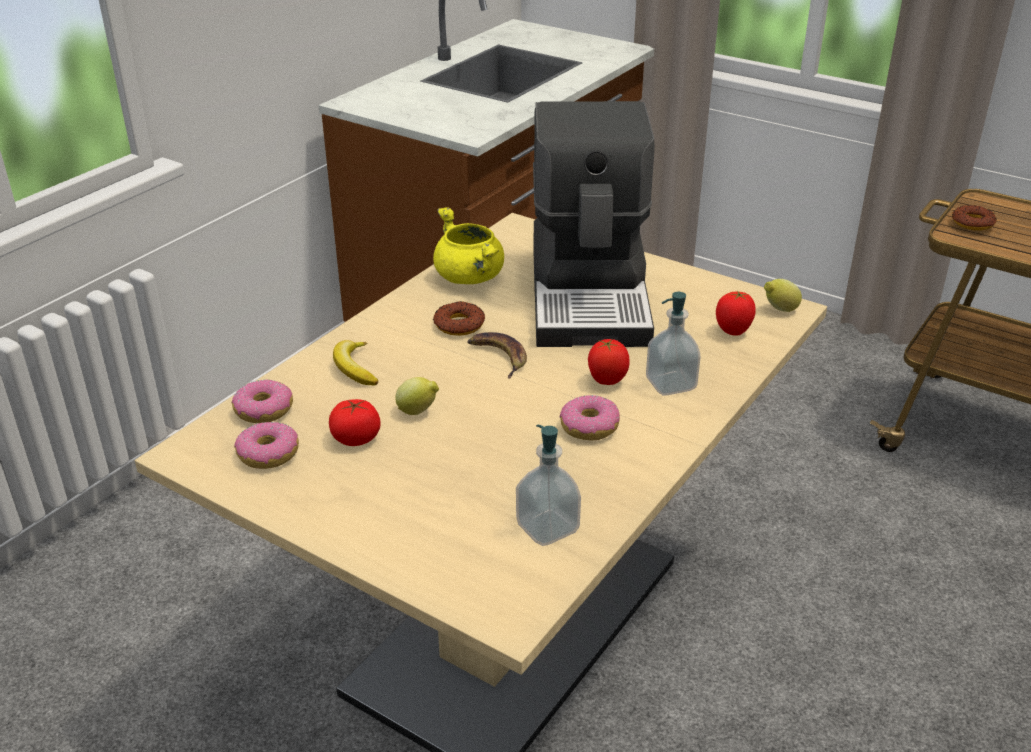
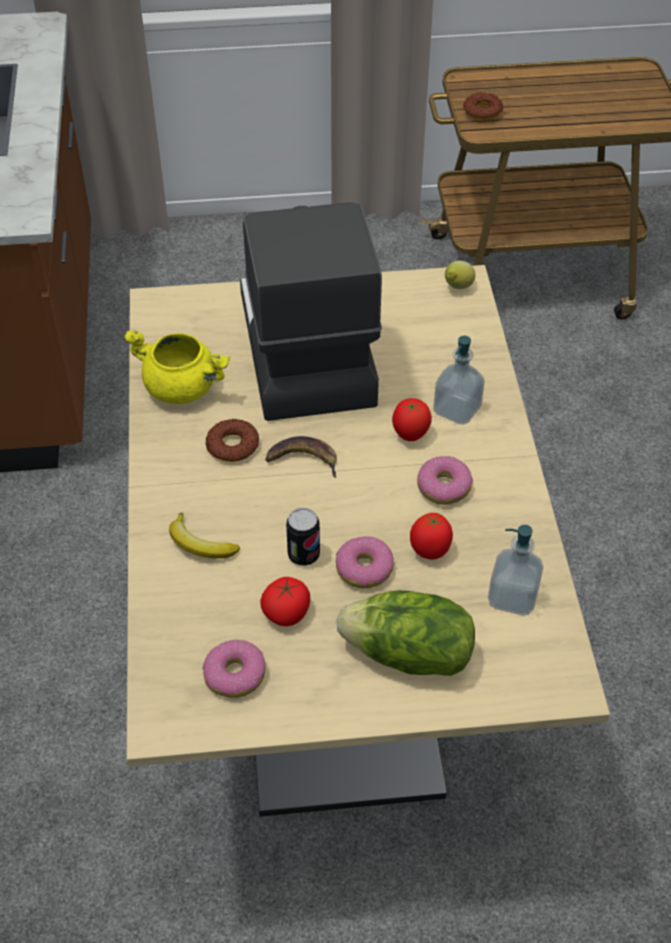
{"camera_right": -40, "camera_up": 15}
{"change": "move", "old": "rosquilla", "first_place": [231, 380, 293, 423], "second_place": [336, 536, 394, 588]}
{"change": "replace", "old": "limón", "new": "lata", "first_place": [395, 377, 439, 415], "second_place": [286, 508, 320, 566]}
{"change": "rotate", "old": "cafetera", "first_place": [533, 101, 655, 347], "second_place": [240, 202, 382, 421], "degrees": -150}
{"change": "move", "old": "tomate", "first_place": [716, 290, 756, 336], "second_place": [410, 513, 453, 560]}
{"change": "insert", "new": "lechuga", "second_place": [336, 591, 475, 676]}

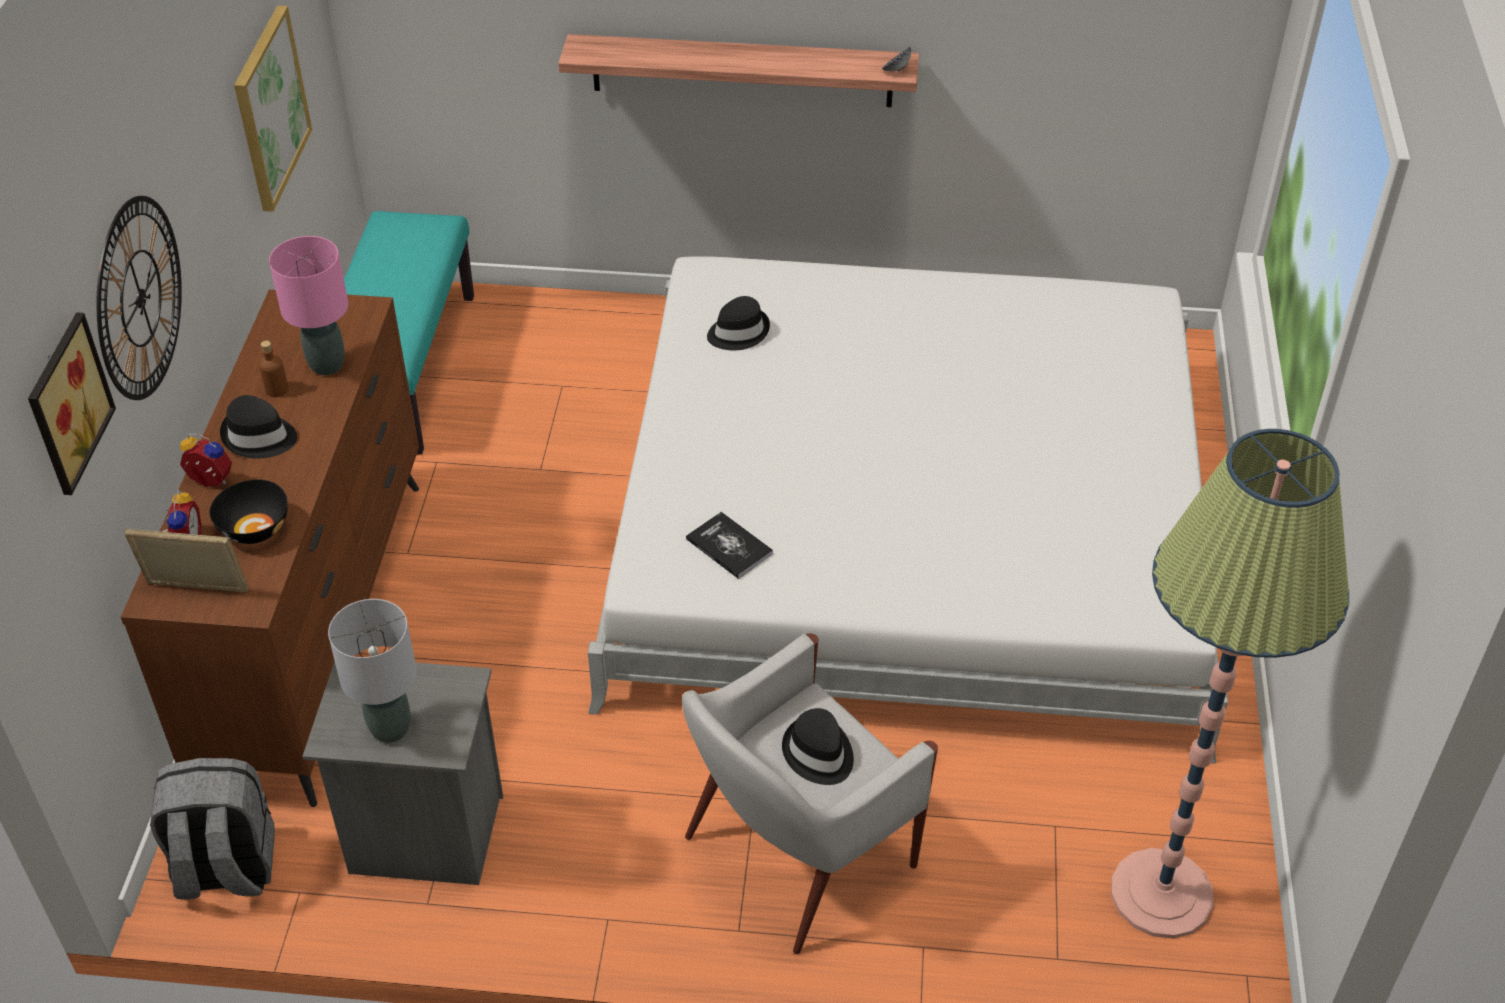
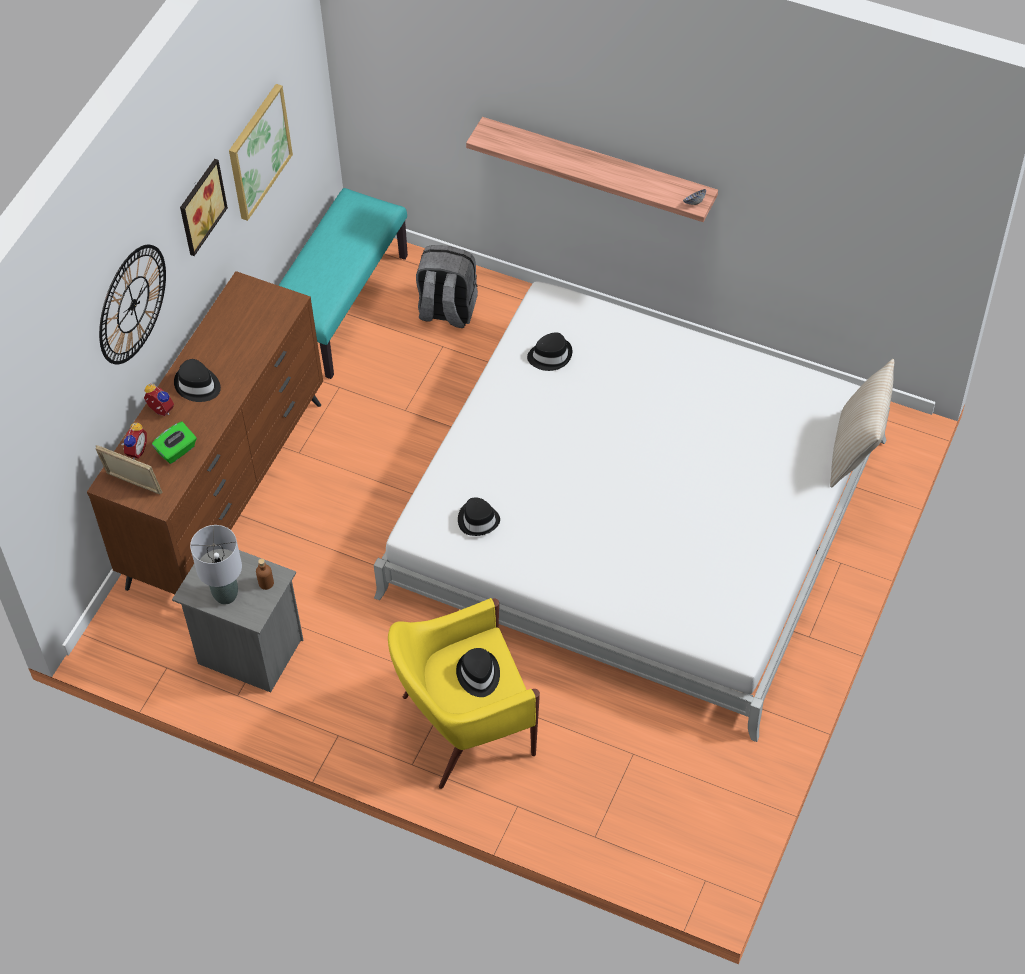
{"camera_right": 20, "camera_up": 10}
{"change": "move", "old": "cuadro", "first_place": [28, 312, 116, 495], "second_place": [180, 159, 228, 256]}
{"change": "move", "old": "mochila (gris)", "first_place": [150, 758, 275, 899], "second_place": [416, 245, 478, 328]}
{"change": "replace", "old": "cuenco (negro)", "new": "caja de pañuelos (verde)", "first_place": [210, 480, 288, 544], "second_place": [152, 422, 197, 464]}
{"change": "move", "old": "botella (marrón)", "first_place": [259, 340, 289, 397], "second_place": [256, 559, 274, 590]}
{"change": "delete", "old": "lámpara de mesa (rosa)", "first_place": [269, 236, 348, 375]}
{"change": "recolor", "old": "sillón (blanco)", "new": "sillón (amarillo)", "first_place": [682, 633, 938, 954], "second_place": [388, 598, 540, 789]}
{"change": "replace", "old": "libro", "new": "sombrero (negro)", "first_place": [686, 512, 773, 579], "second_place": [458, 497, 500, 536]}
{"change": "delete", "old": "lámpara de pie", "first_place": [1111, 429, 1349, 939]}
{"change": "insert", "new": "cojín (beis)", "second_place": [830, 359, 894, 487]}

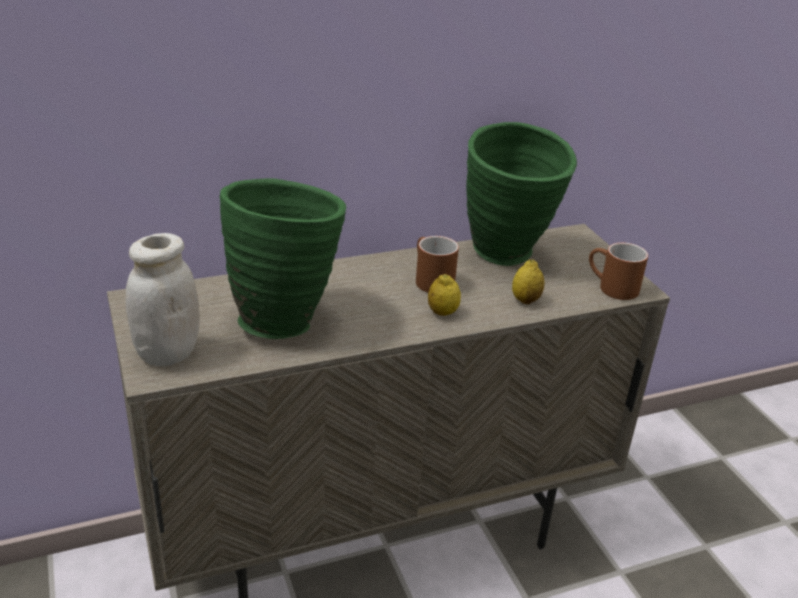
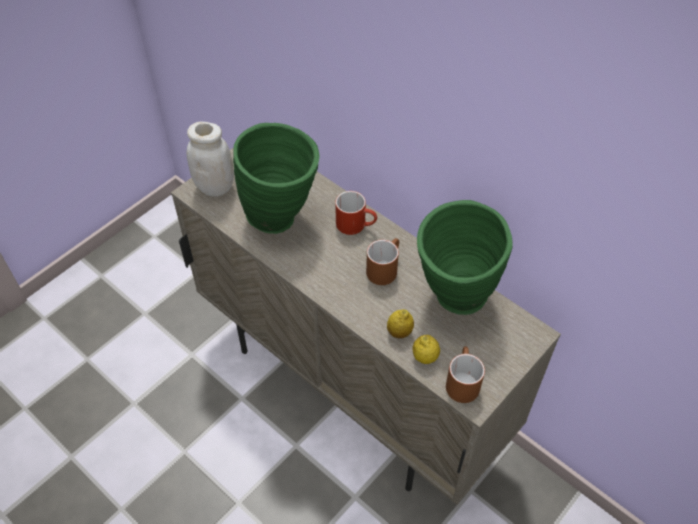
{"camera_right": 65, "camera_up": 20}
{"change": "move", "old": "limón", "first_place": [428, 274, 461, 316], "second_place": [413, 335, 440, 364]}
{"change": "insert", "new": "taza grande (rojo)", "second_place": [335, 191, 377, 235]}

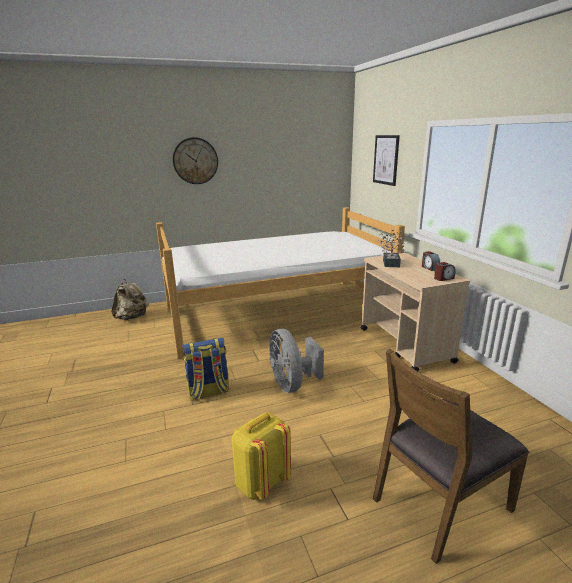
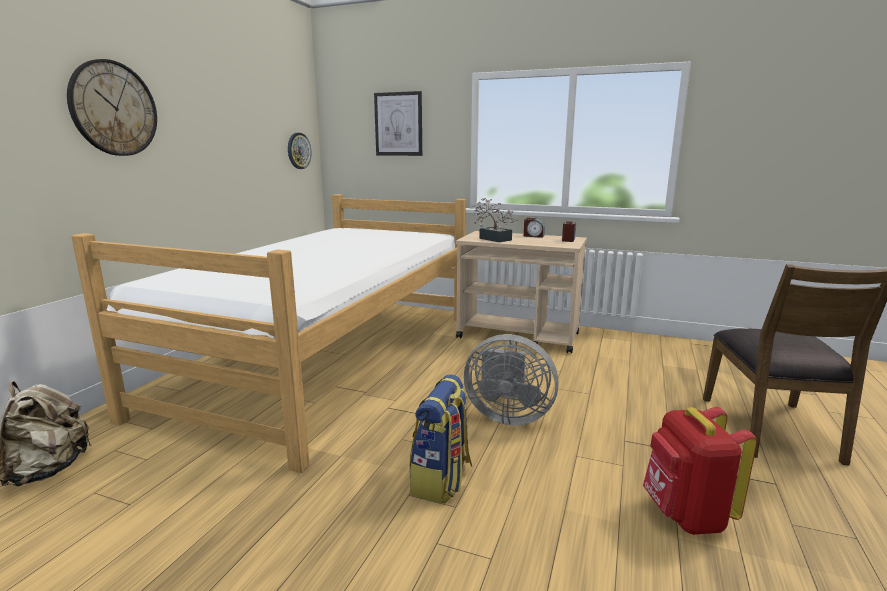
{"camera_right": -50, "camera_up": -5}
{"change": "recolor", "old": "mochila (amarillo)", "new": "mochila (rojo)", "first_place": [232, 412, 291, 500], "second_place": [643, 407, 757, 535]}
{"change": "insert", "new": "reloj de pared", "second_place": [288, 133, 312, 169]}

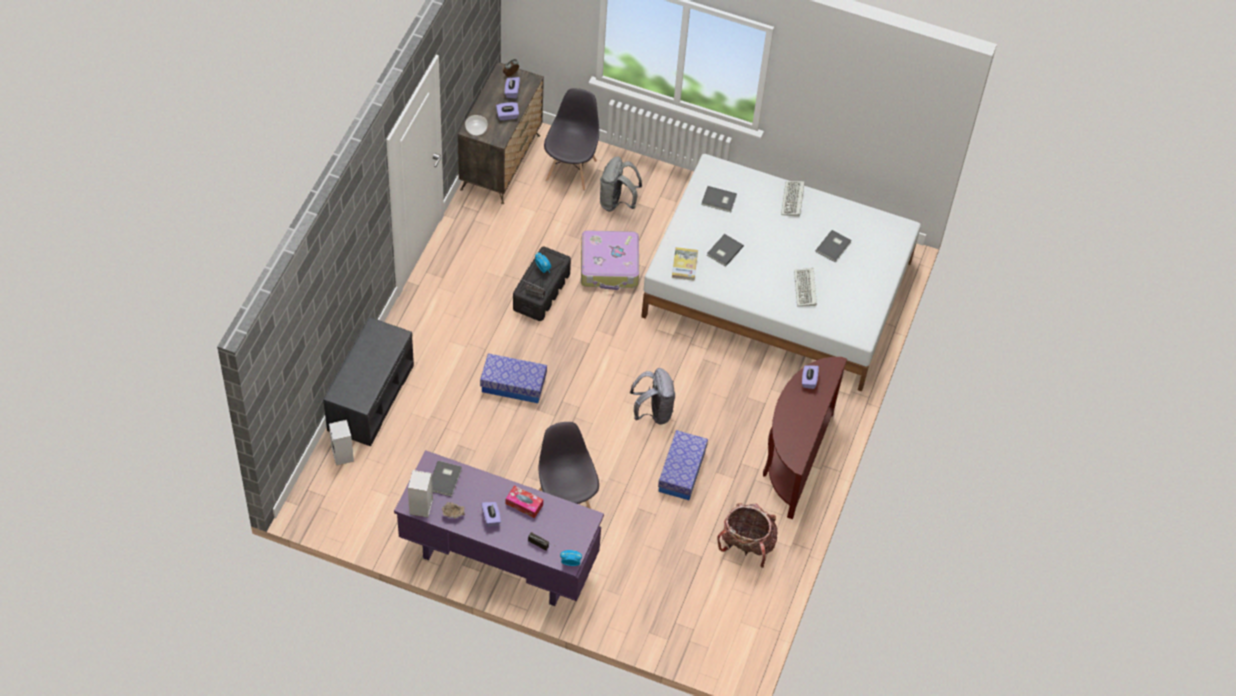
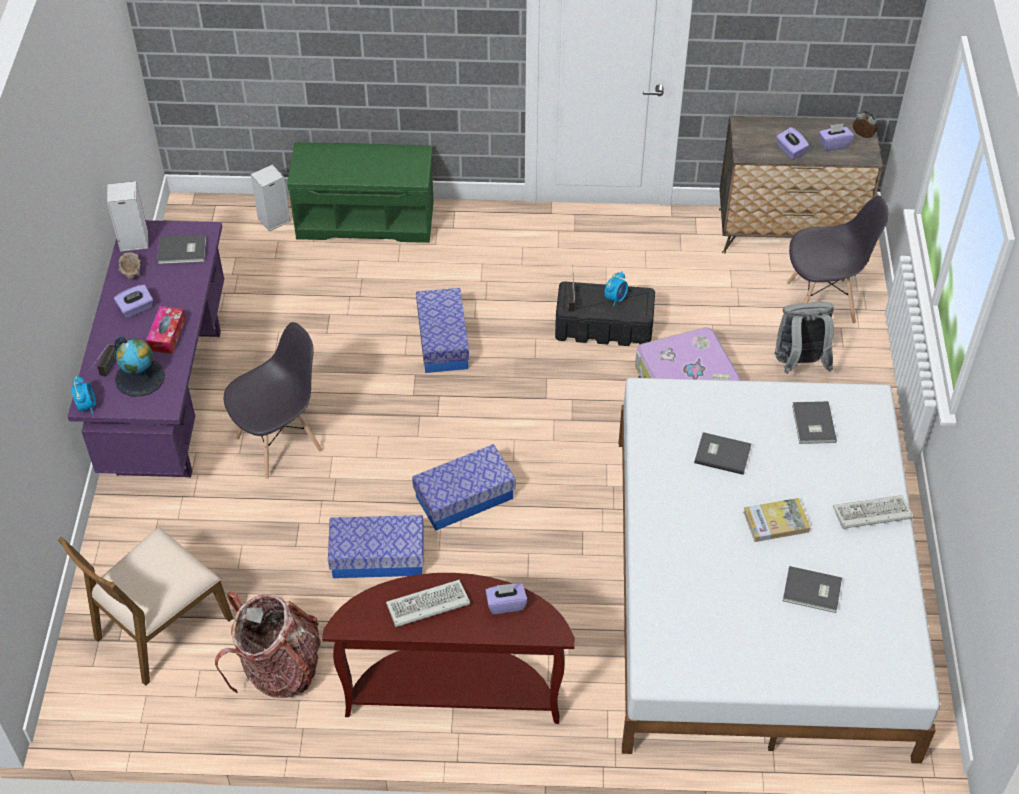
{"camera_right": 75, "camera_up": -5}
{"change": "recolor", "old": "banco (gris)", "new": "banco (verde)", "first_place": [323, 317, 414, 446], "second_place": [287, 142, 434, 243]}
{"change": "delete", "old": "cuenco", "first_place": [465, 115, 488, 136]}
{"change": "replace", "old": "mochila (gris)", "new": "caja de almacenaje", "first_place": [630, 368, 675, 425], "second_place": [412, 444, 516, 530]}
{"change": "move", "old": "libro", "first_place": [672, 247, 698, 280], "second_place": [743, 498, 810, 542]}
{"change": "move", "old": "teclado", "first_place": [794, 268, 817, 307], "second_place": [386, 580, 470, 627]}
{"change": "insert", "new": "silla (marrón)", "second_place": [58, 528, 233, 686]}
{"change": "insert", "new": "globo terráqueo", "second_place": [114, 336, 165, 397]}

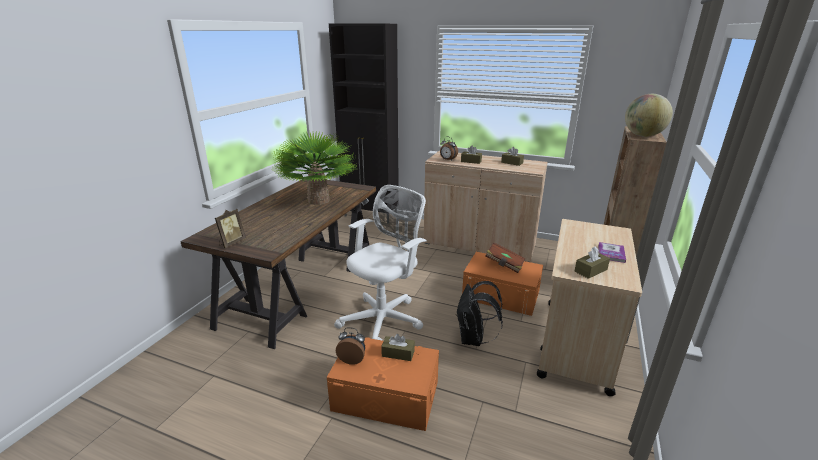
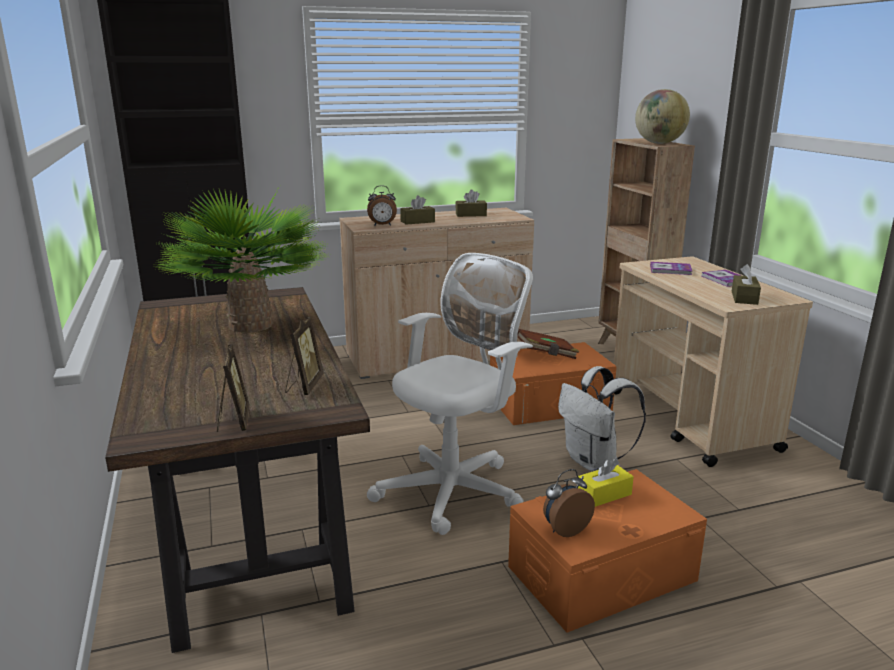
{"camera_right": -40, "camera_up": -5}
{"change": "rotate", "old": "silla de oficina (blanco)", "first_place": [334, 185, 427, 341], "second_place": [366, 253, 533, 535], "degrees": 45}
{"change": "recolor", "old": "caja de pañuelos (marrón)", "new": "caja de pañuelos (amarillo)", "first_place": [381, 334, 415, 361], "second_place": [578, 458, 634, 507]}
{"change": "recolor", "old": "mochila (negro)", "new": "mochila (blanco)", "first_place": [456, 281, 503, 346], "second_place": [558, 366, 646, 472]}
{"change": "insert", "new": "portarretratos", "second_place": [285, 317, 323, 395]}
{"change": "insert", "new": "libro", "second_place": [650, 262, 692, 275]}

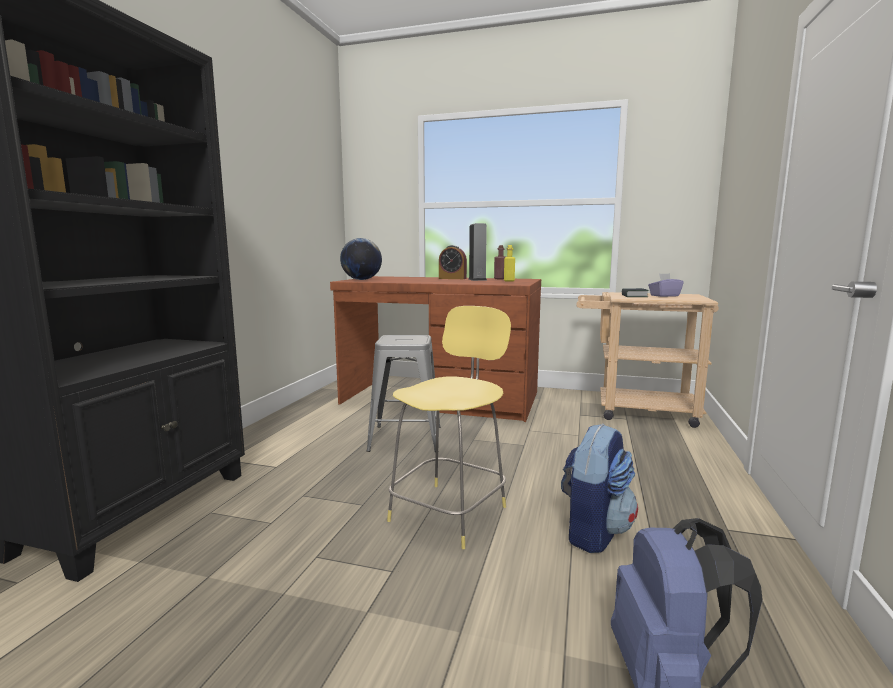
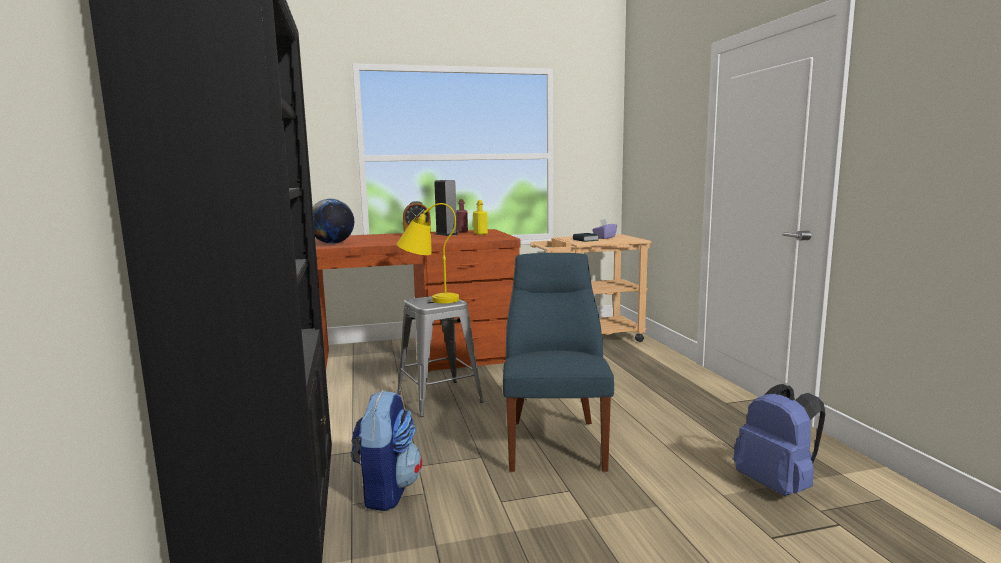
{"camera_right": -30, "camera_up": 0}
{"change": "replace", "old": "taburete (amarillo)", "new": "silla (azul)", "first_place": [387, 306, 511, 549], "second_place": [503, 253, 614, 472]}
{"change": "move", "old": "mochila", "first_place": [561, 423, 638, 553], "second_place": [351, 390, 422, 511]}
{"change": "insert", "new": "lámpara de mesa (amarillo)", "second_place": [396, 203, 459, 303]}

